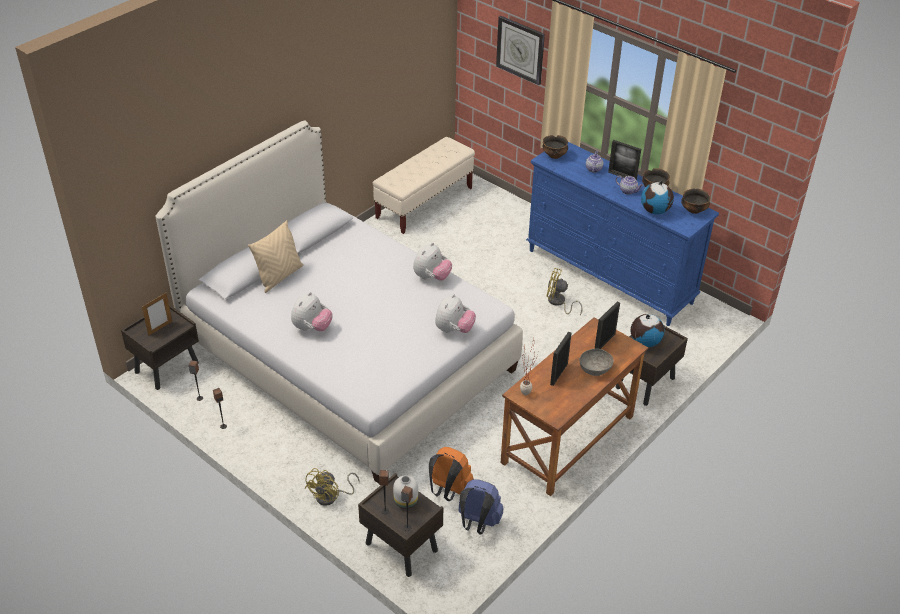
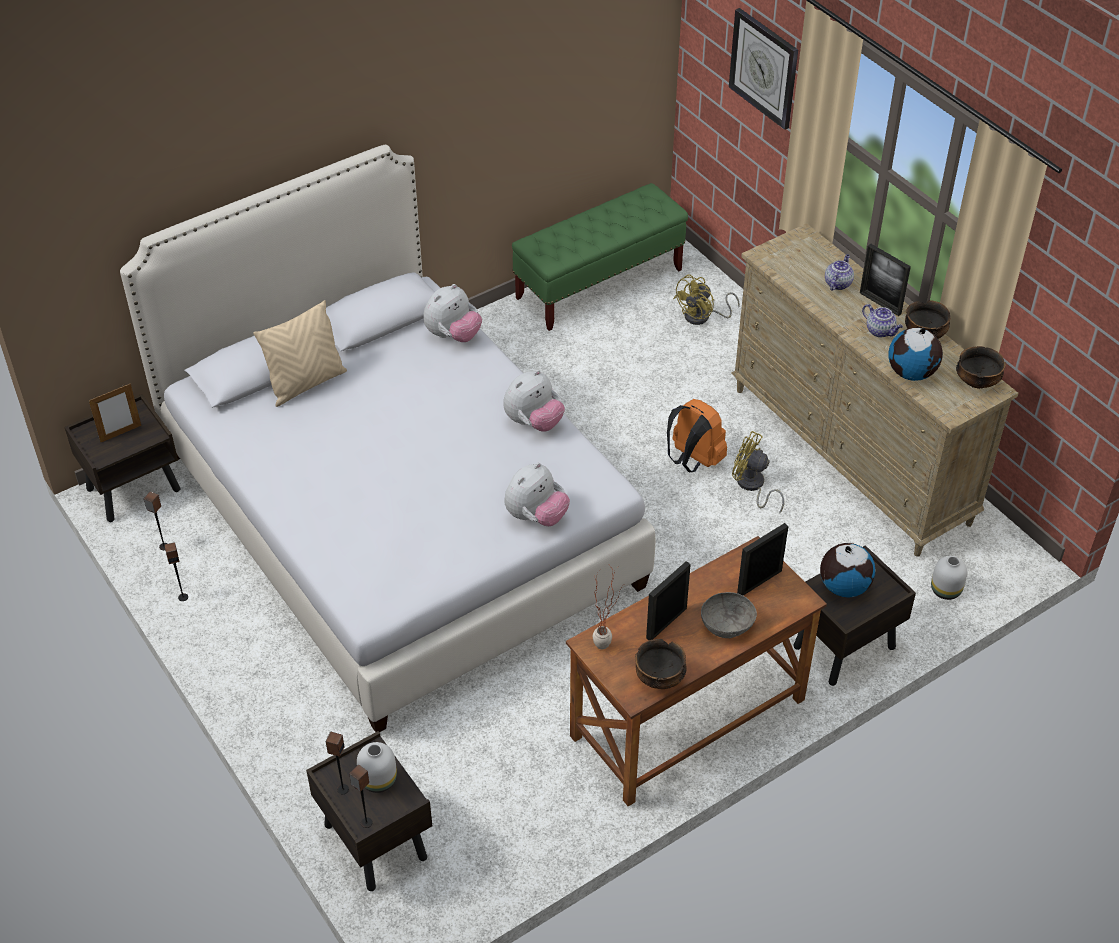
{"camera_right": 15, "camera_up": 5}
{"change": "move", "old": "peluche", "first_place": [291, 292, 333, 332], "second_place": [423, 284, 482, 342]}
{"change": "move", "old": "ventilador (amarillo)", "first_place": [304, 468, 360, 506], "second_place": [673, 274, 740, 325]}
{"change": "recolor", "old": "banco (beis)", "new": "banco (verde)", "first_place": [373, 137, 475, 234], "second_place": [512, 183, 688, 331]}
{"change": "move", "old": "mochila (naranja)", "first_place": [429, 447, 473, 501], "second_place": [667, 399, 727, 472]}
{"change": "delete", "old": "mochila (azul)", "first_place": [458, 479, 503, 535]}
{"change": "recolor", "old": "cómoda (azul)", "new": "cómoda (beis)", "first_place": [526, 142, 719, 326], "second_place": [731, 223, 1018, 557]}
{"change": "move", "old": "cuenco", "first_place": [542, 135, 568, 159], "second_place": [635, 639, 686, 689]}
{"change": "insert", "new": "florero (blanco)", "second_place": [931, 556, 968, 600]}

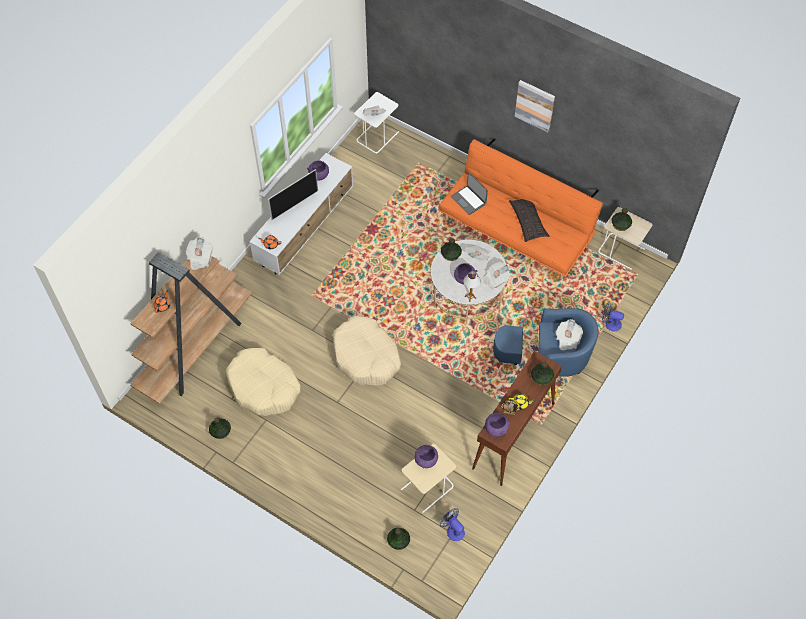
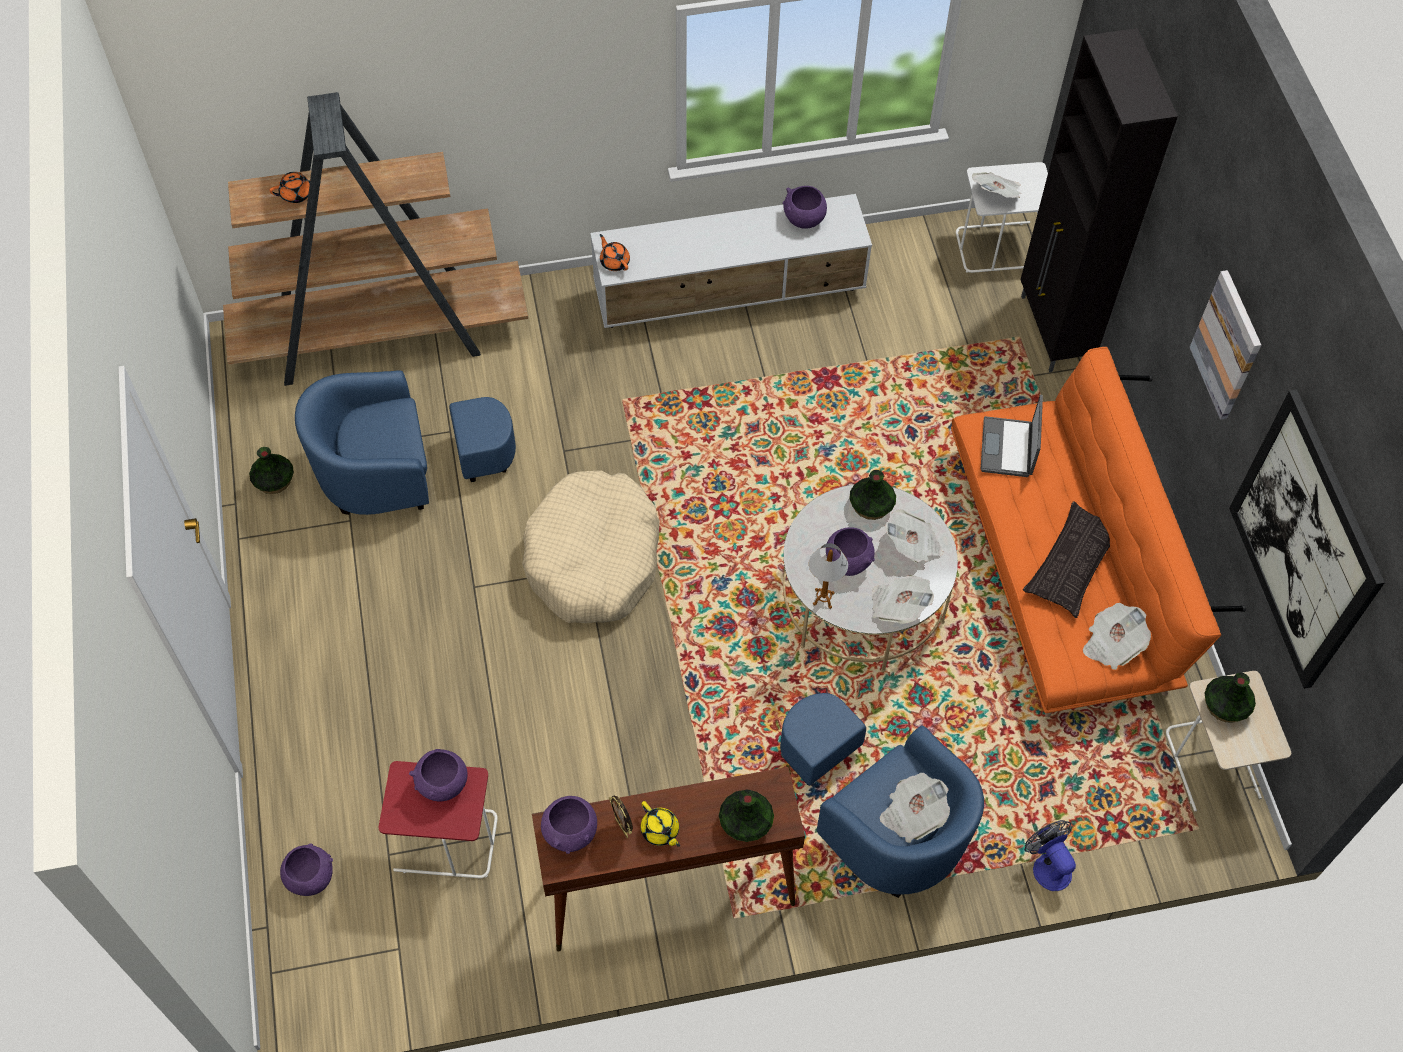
{"camera_right": 45, "camera_up": 0}
{"change": "move", "old": "periódico", "first_place": [185, 237, 213, 270], "second_place": [1083, 603, 1151, 670]}
{"change": "replace", "old": "cama para perro (beis)", "new": "sillón (azul)", "first_place": [226, 348, 301, 416], "second_place": [295, 370, 516, 515]}
{"change": "delete", "old": "televisor", "first_place": [268, 169, 318, 220]}
{"change": "replace", "old": "florero", "new": "cuenco (morado)", "first_place": [387, 528, 410, 550], "second_place": [280, 843, 333, 896]}
{"change": "recolor", "old": "mesa auxiliar (beis)", "new": "mesa auxiliar (rojo)", "first_place": [401, 444, 456, 513], "second_place": [379, 761, 498, 878]}
{"change": "delete", "old": "ventilador", "first_place": [440, 508, 465, 541]}
{"change": "insert", "new": "armario (negro)", "second_place": [1020, 28, 1178, 373]}
{"change": "insert", "new": "cuadro", "second_place": [1229, 389, 1385, 689]}

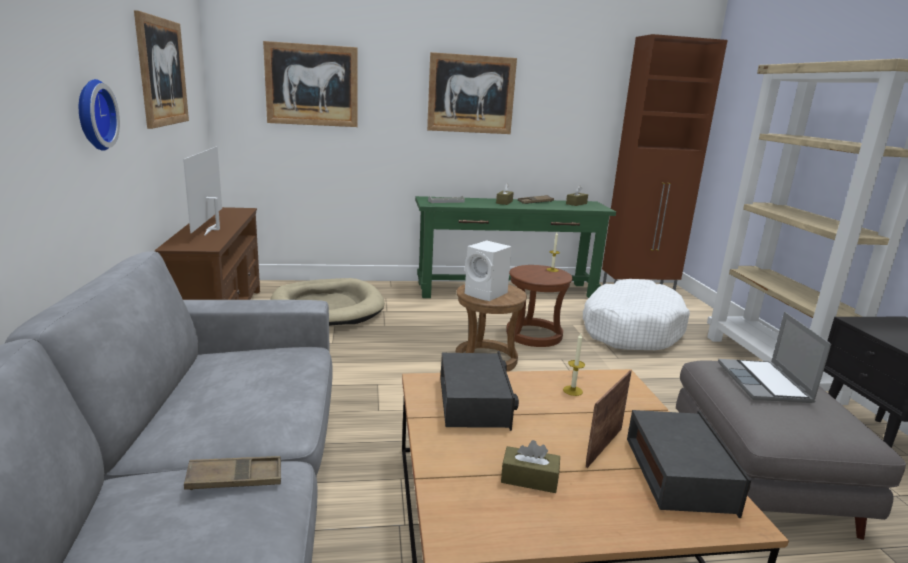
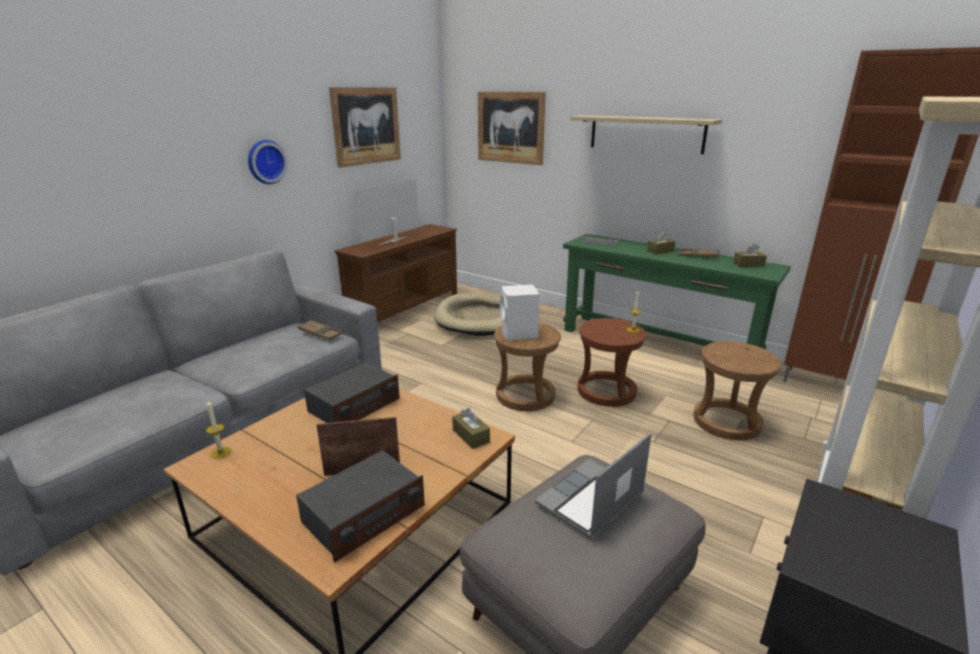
{"camera_right": 45, "camera_up": 5}
{"change": "move", "old": "bandeja (marrón)", "first_place": [184, 456, 281, 490], "second_place": [297, 320, 342, 341]}
{"change": "replace", "old": "cuadro", "new": "estante", "first_place": [427, 52, 517, 134], "second_place": [570, 115, 722, 154]}
{"change": "move", "old": "caja de pañuelos (marrón)", "first_place": [501, 440, 560, 493], "second_place": [452, 408, 490, 449]}
{"change": "move", "old": "vela", "first_place": [563, 334, 585, 396], "second_place": [206, 400, 231, 459]}
{"change": "replace", "old": "cama para perro (blanco)", "new": "taburete (marrón)", "first_place": [583, 279, 690, 350], "second_place": [693, 341, 781, 440]}

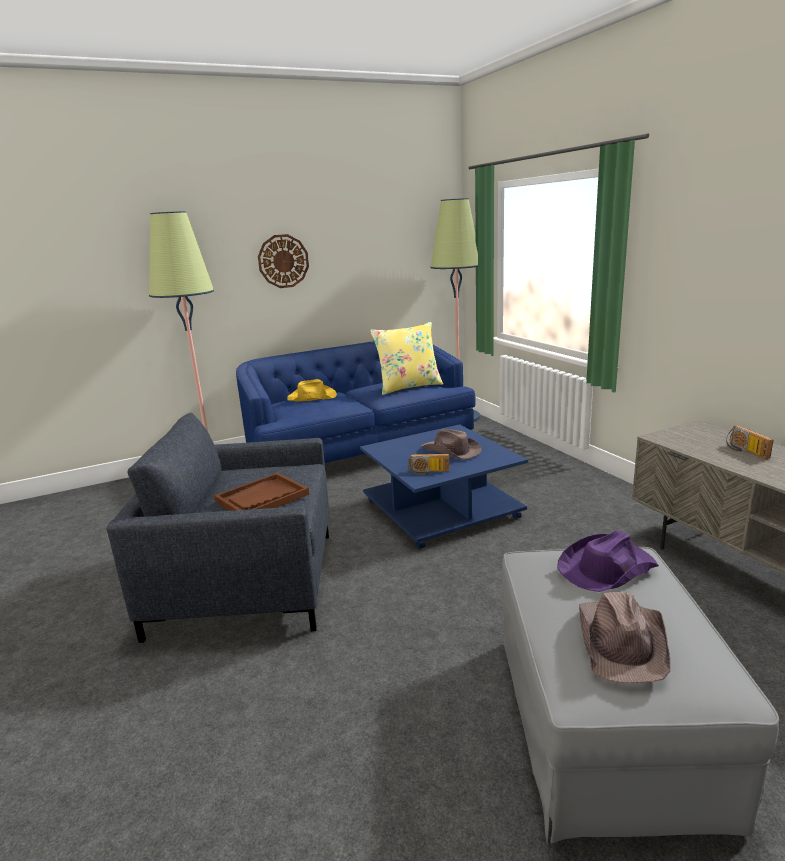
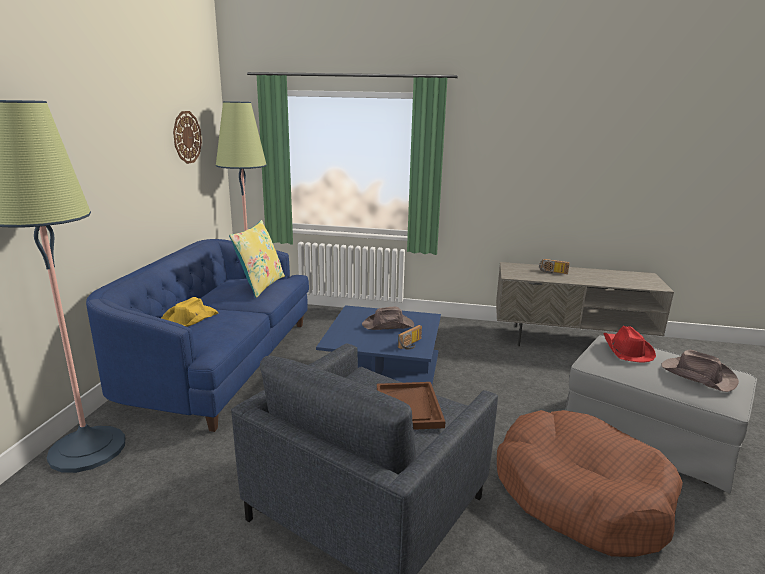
{"camera_right": -55, "camera_up": 0}
{"change": "move", "old": "reloj de pared", "first_place": [258, 234, 309, 288], "second_place": [173, 111, 202, 164]}
{"change": "recolor", "old": "sombrero (morado)", "new": "sombrero (rojo)", "first_place": [557, 530, 659, 592], "second_place": [603, 326, 656, 363]}
{"change": "insert", "new": "cama para perro (marrón)", "second_place": [497, 410, 683, 557]}

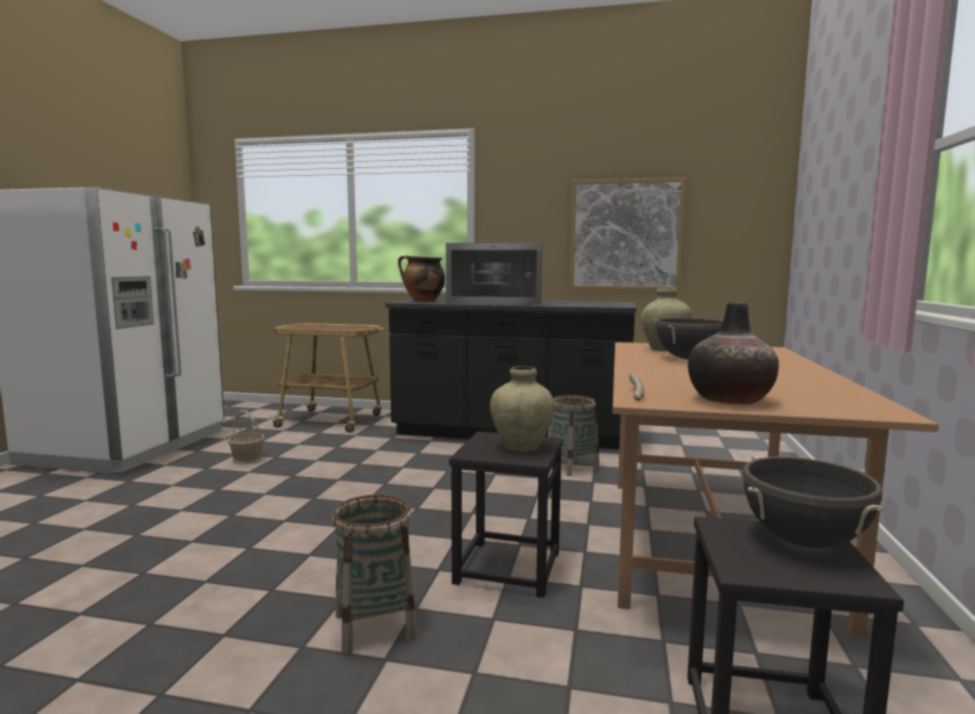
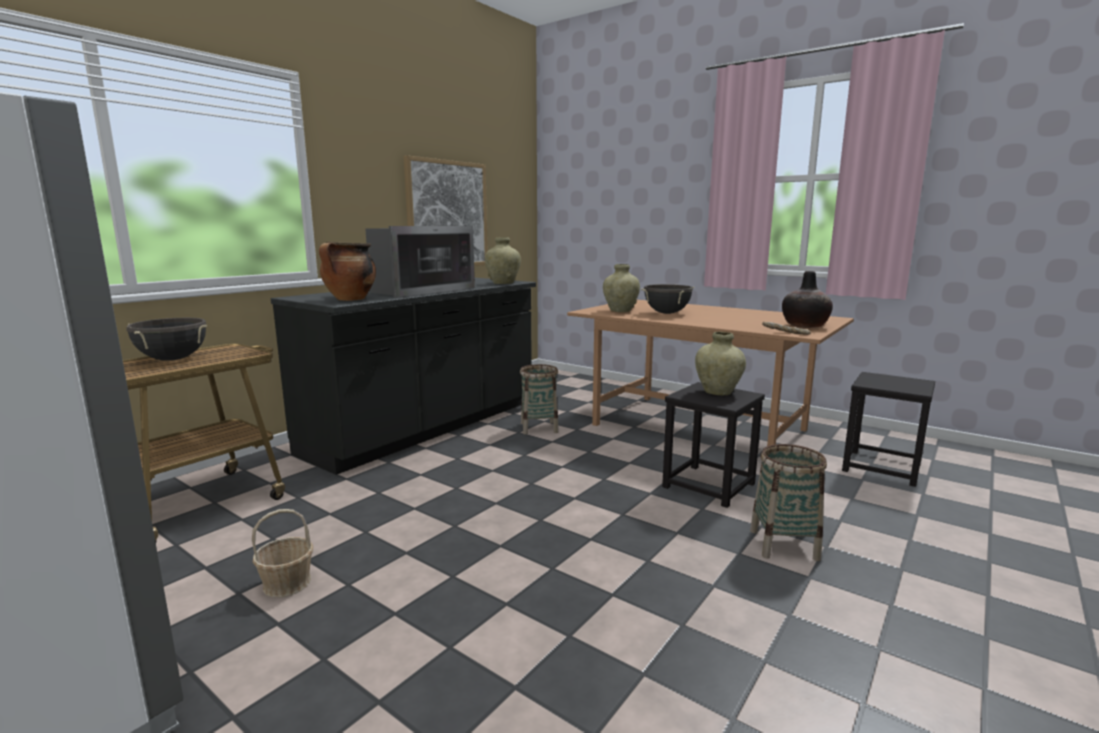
{"camera_right": -65, "camera_up": 5}
{"change": "move", "old": "olla (negro)", "first_place": [742, 455, 884, 548], "second_place": [127, 318, 208, 361]}
{"change": "insert", "new": "florero (beis)", "second_place": [485, 237, 521, 284]}

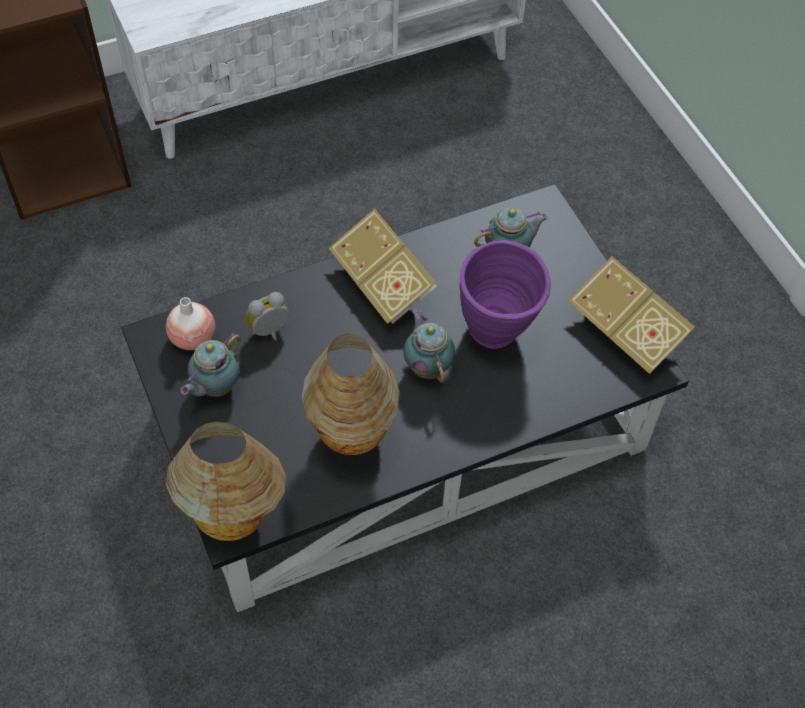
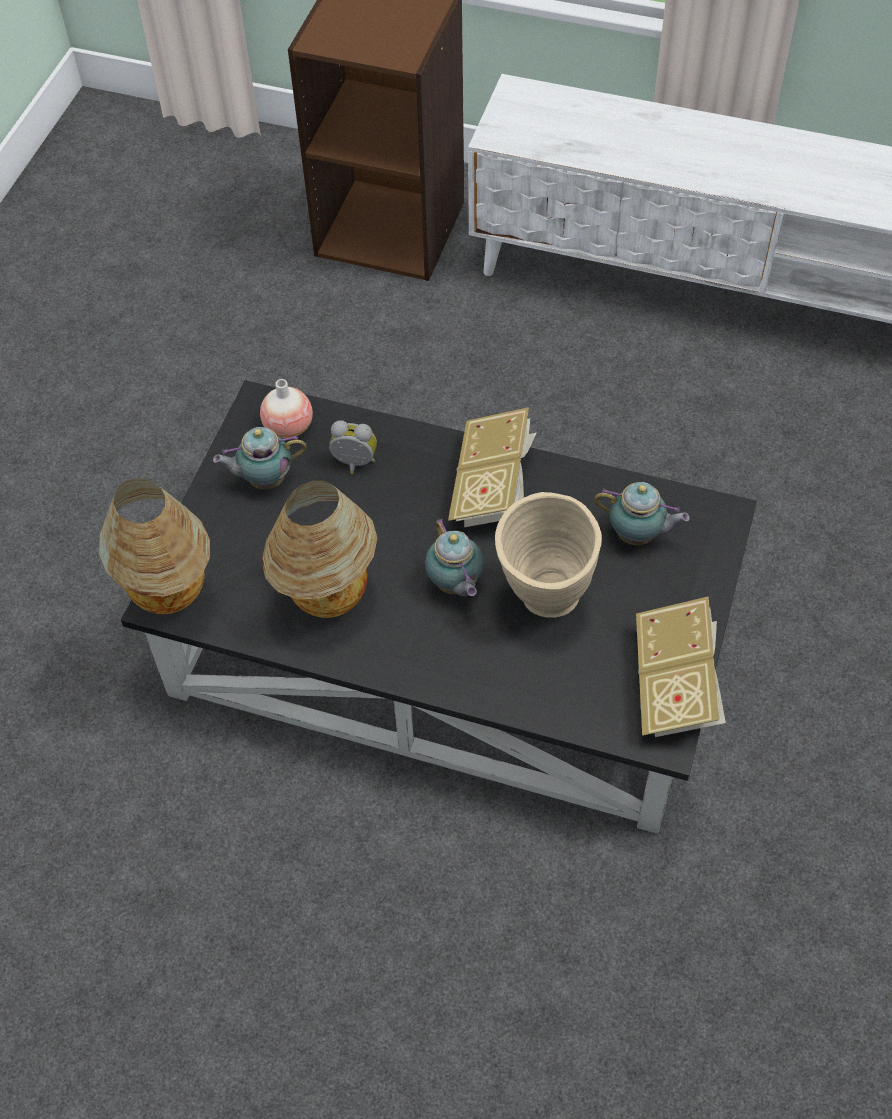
{"camera_right": 45, "camera_up": 0}
{"change": "rotate", "old": "tetera", "first_place": [403, 310, 455, 383], "second_place": [425, 518, 484, 597], "degrees": 135}
{"change": "recolor", "old": "florero (morado)", "new": "florero (beis)", "first_place": [459, 240, 551, 349], "second_place": [495, 492, 602, 618]}

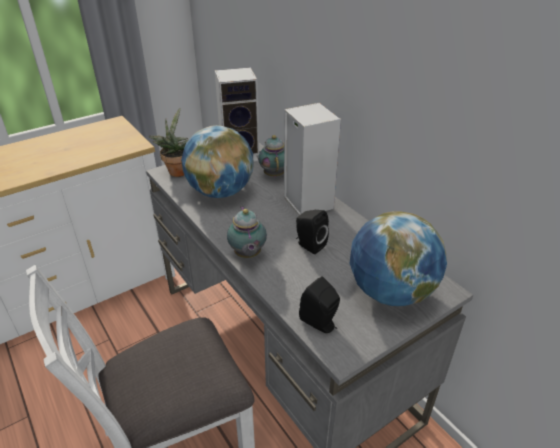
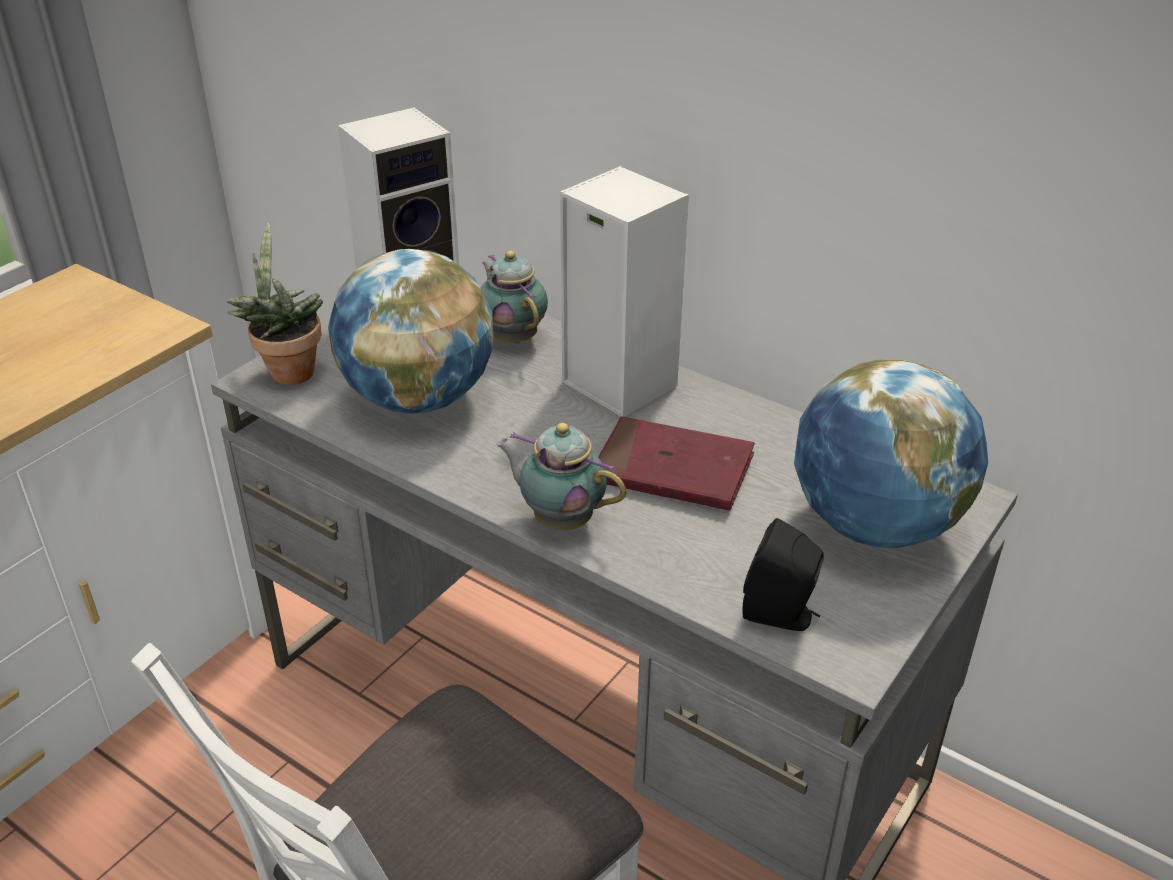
{"camera_right": -20, "camera_up": 0}
{"change": "rotate", "old": "tetera", "first_place": [227, 207, 267, 258], "second_place": [496, 423, 626, 530], "degrees": 150}
{"change": "replace", "old": "altavoz (negro)", "new": "libro (rojo)", "first_place": [296, 210, 329, 254], "second_place": [598, 416, 755, 511]}

